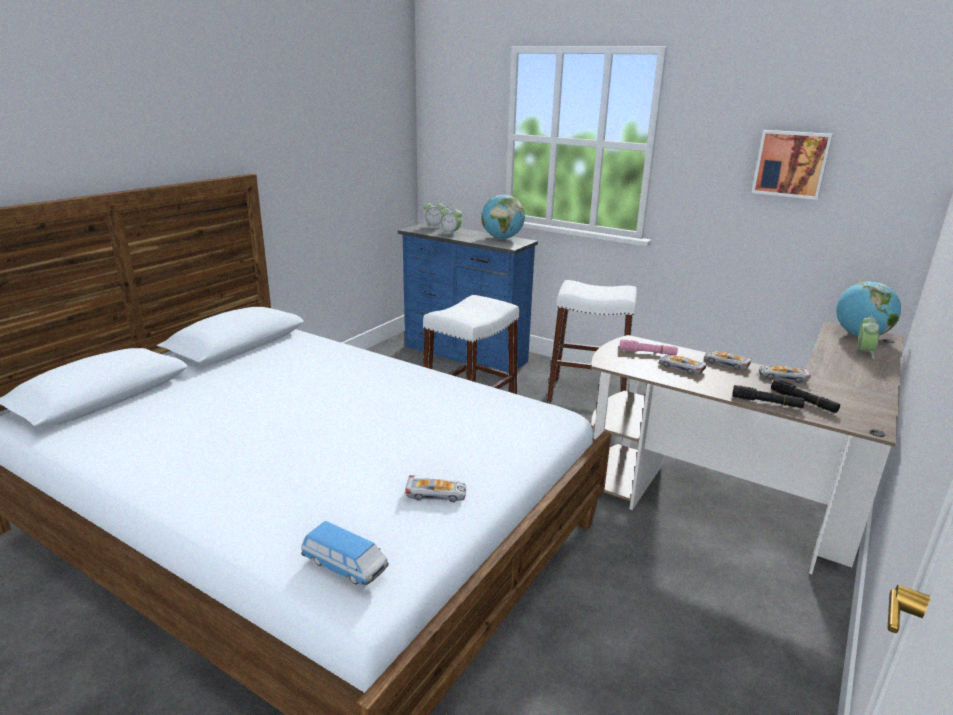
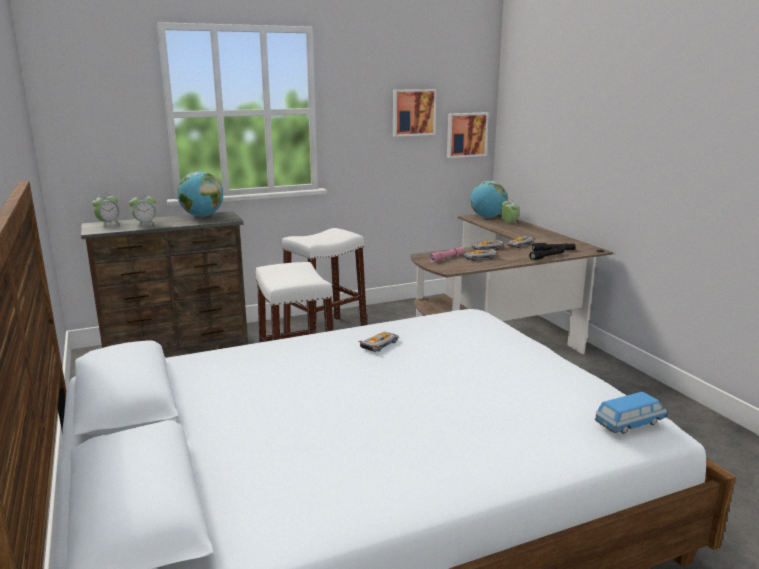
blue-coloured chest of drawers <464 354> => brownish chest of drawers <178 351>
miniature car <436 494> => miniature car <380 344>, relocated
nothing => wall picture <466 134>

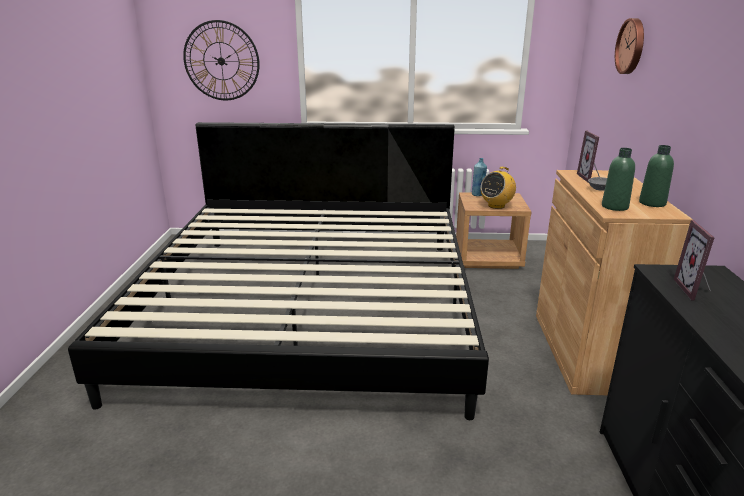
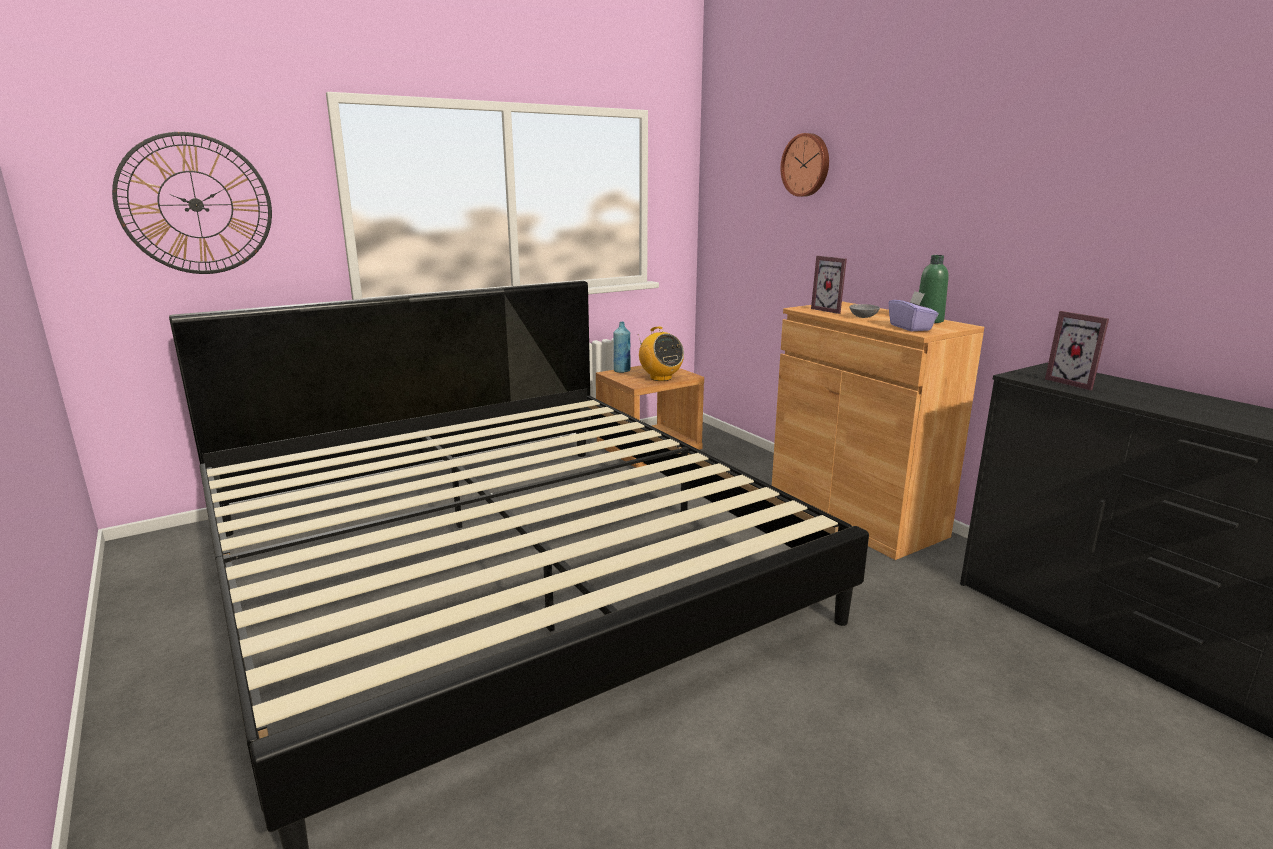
green bottle <614 207> => purple box of tissues <910 328>
radio receiver <496 205> => radio receiver <660 378>, 45 degrees counterclockwise

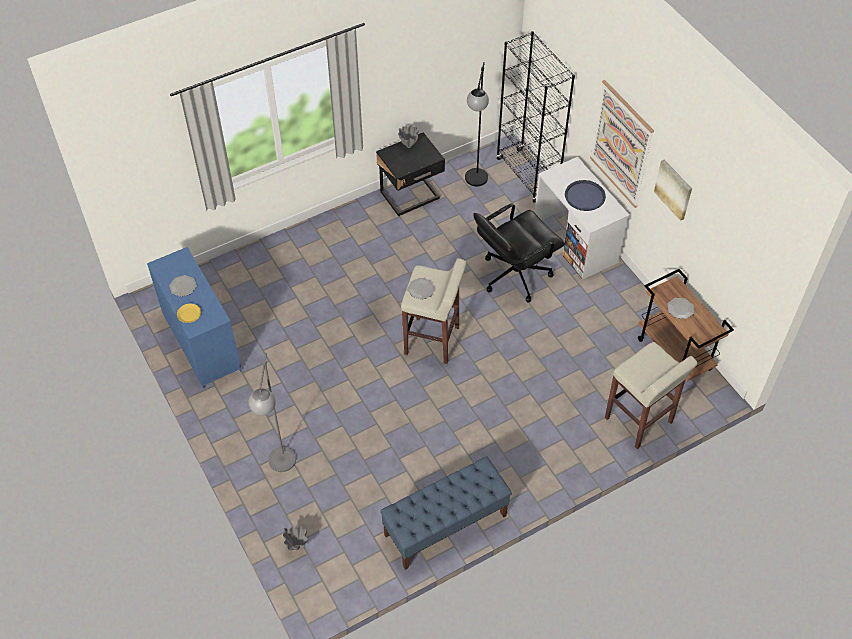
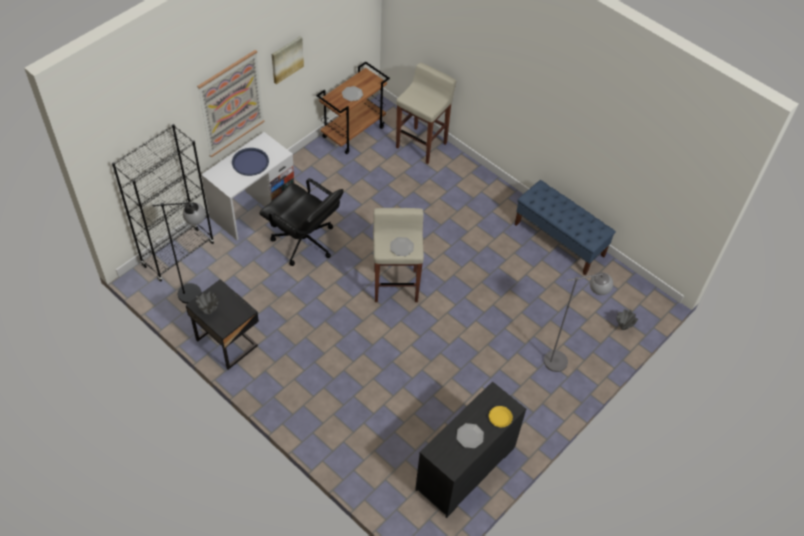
blue-coloured chest of drawers <201 343> => blackish chest of drawers <466 469>

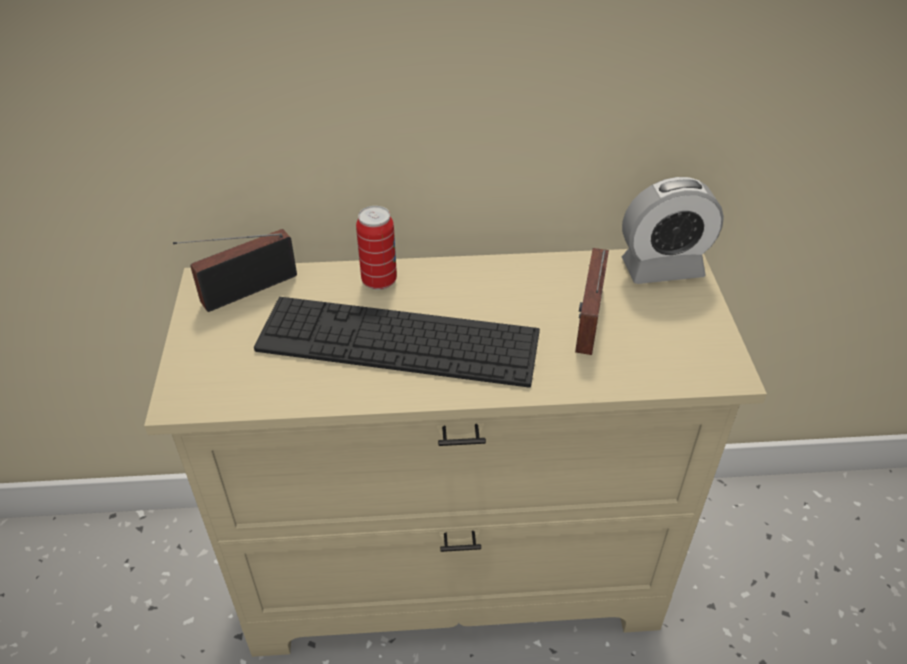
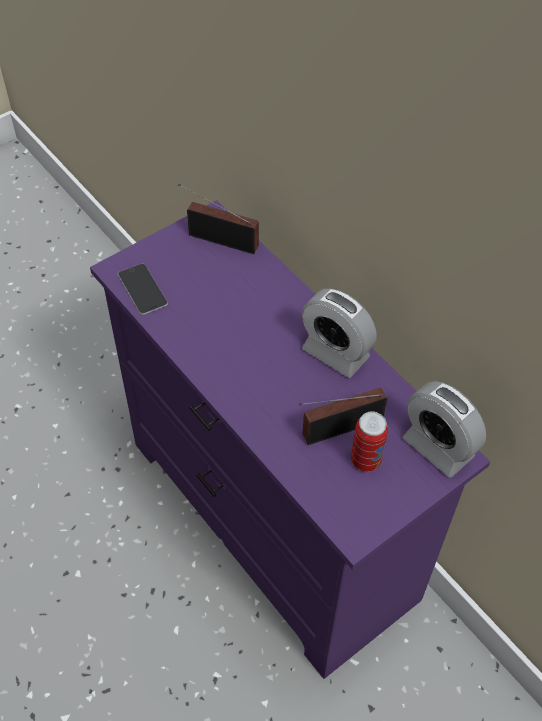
metal can <379 281> => metal can <365 460>, relocated
beige-coloured chest of drawers <455 571> => purple chest of drawers <272 520>
keyboard <398 341> => nothing
nothing => handset <142 289>
nothing => bedside clock <335 353>

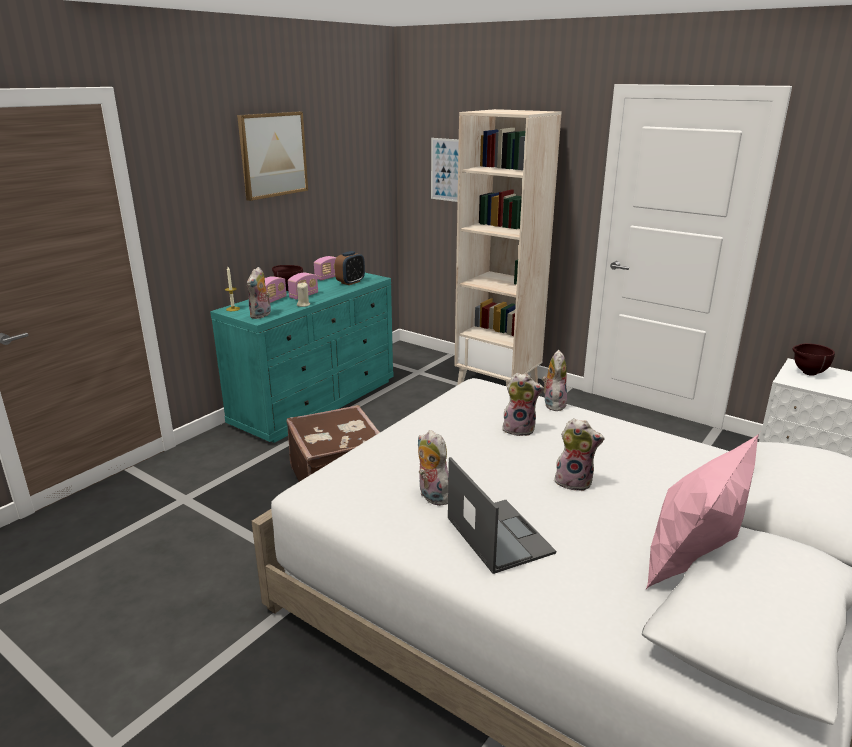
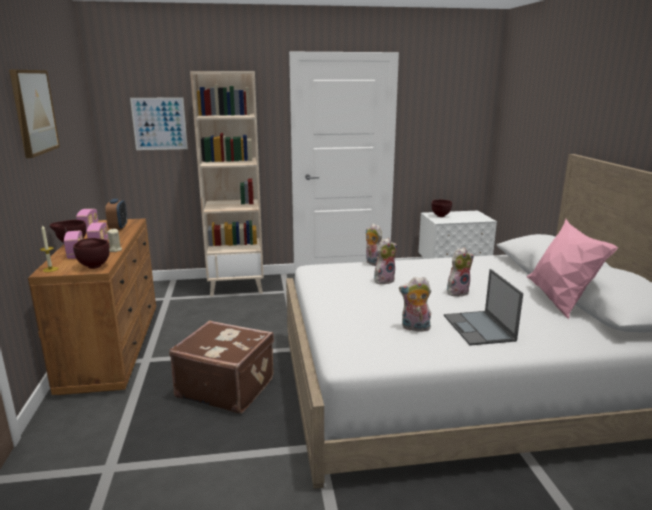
cuddly toy <261 315> => brownish serving bowl <94 266>
turquoise-coloured chest of drawers <316 401> => brownish chest of drawers <113 347>
notebook computer <498 534> => notebook computer <479 328>, 120 degrees counterclockwise

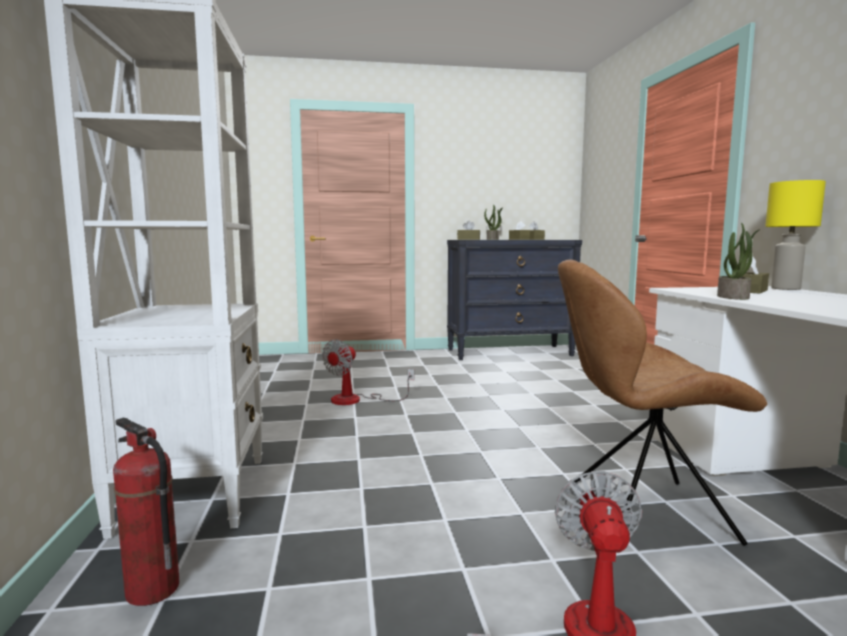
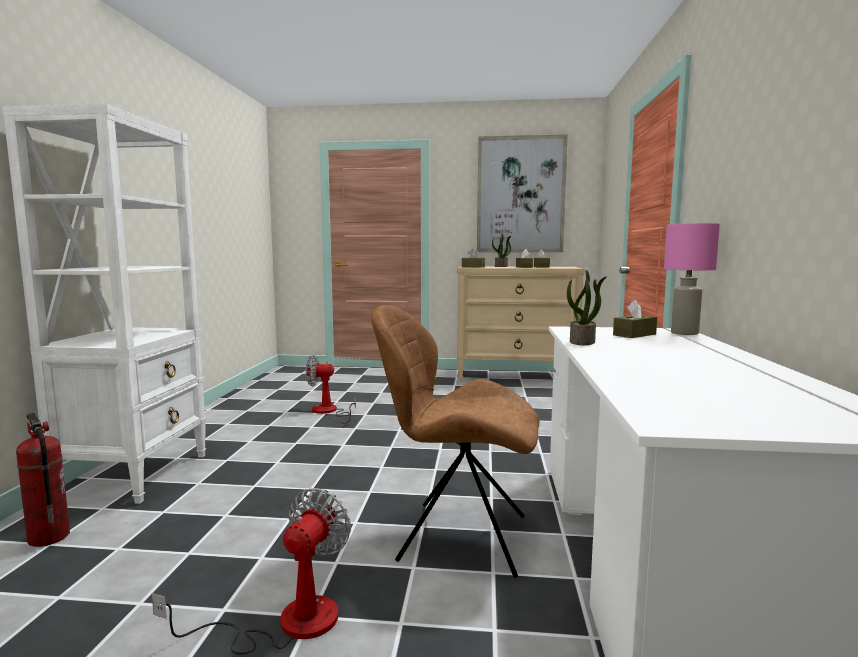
yellowish table lamp <785 289> => pink table lamp <684 333>
blackish chest of drawers <510 352> => beige-coloured chest of drawers <516 377>
electric fan <357 400> => electric fan <328 412>, 45 degrees clockwise
nothing => wall picture <520 195>

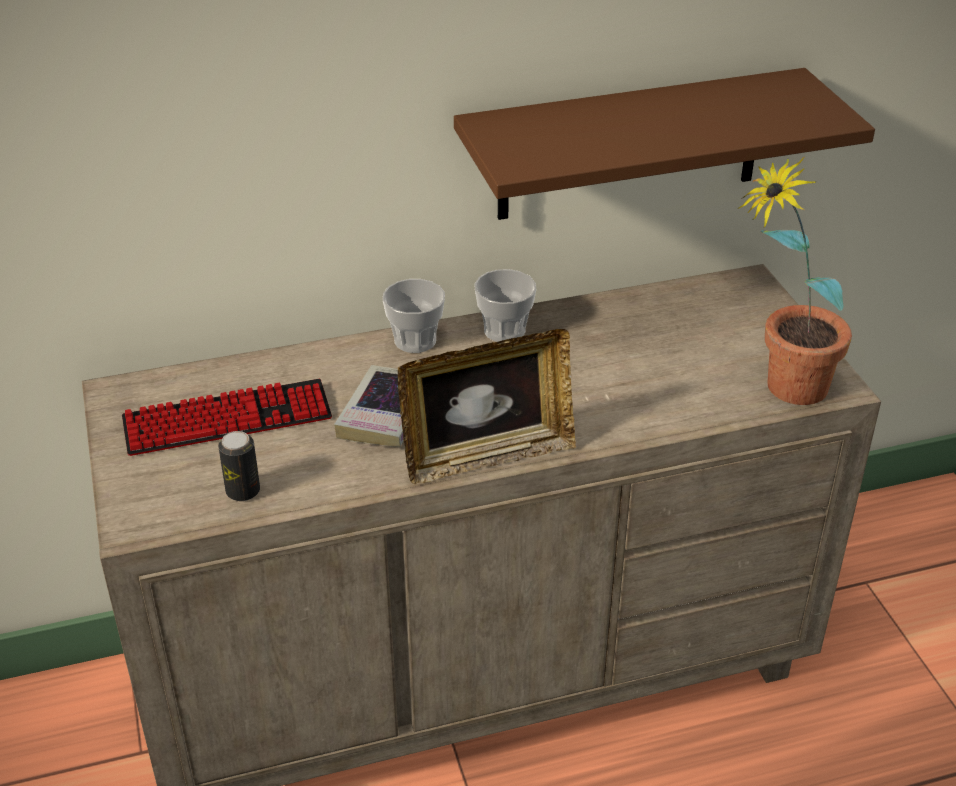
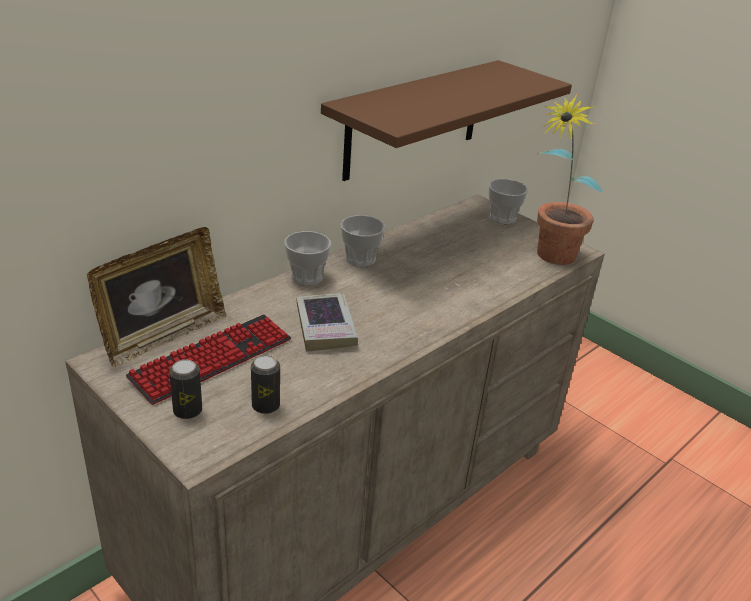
standing frame <487 456> => standing frame <163 336>, relocated
nothing => small cup <502 218>
nothing => metal can <187 411>

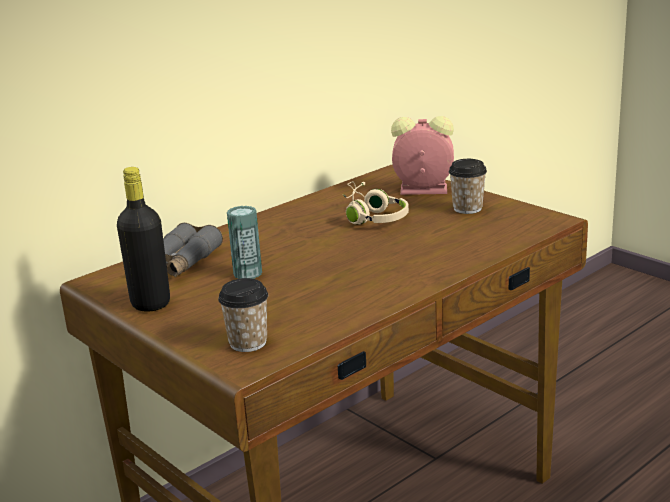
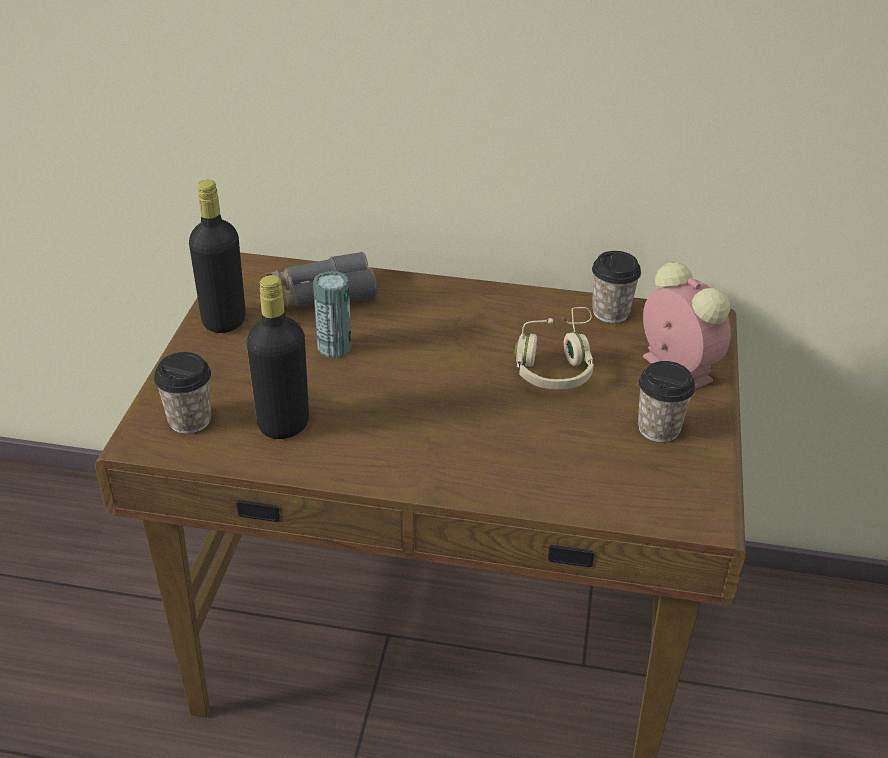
nothing => small cup <610 312>
nothing => blackish bottle <283 425>

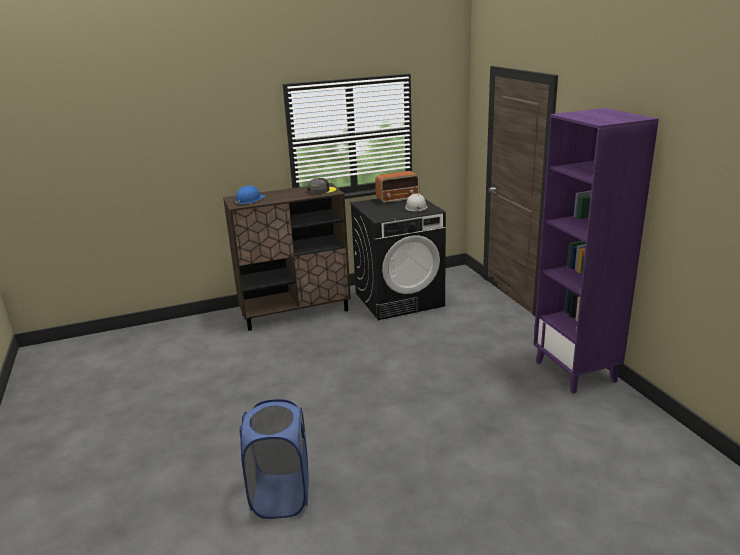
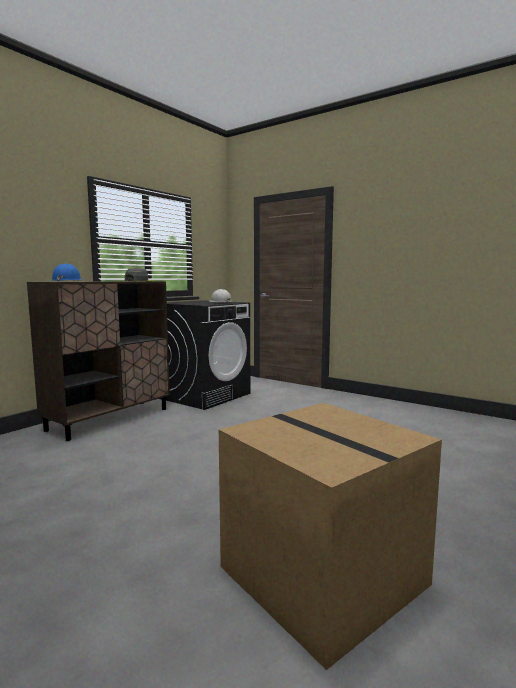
purple bookshelf <576 371> => nothing
radio receiver <398 199> => nothing
blue-coloured hamper <281 496> => packing box <319 575>

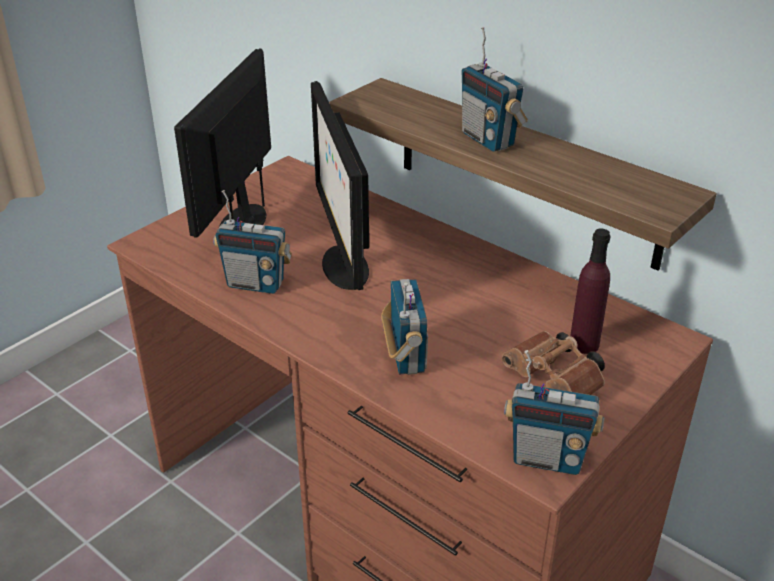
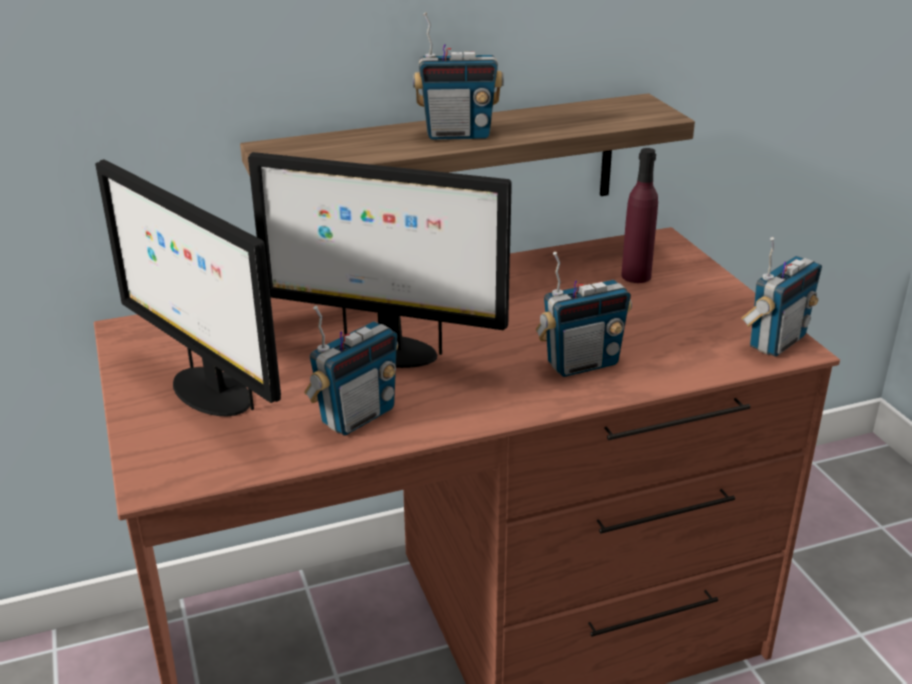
radio receiver <406 357> => radio receiver <582 364>, 135 degrees clockwise
brownish field glasses <556 382> => nothing

